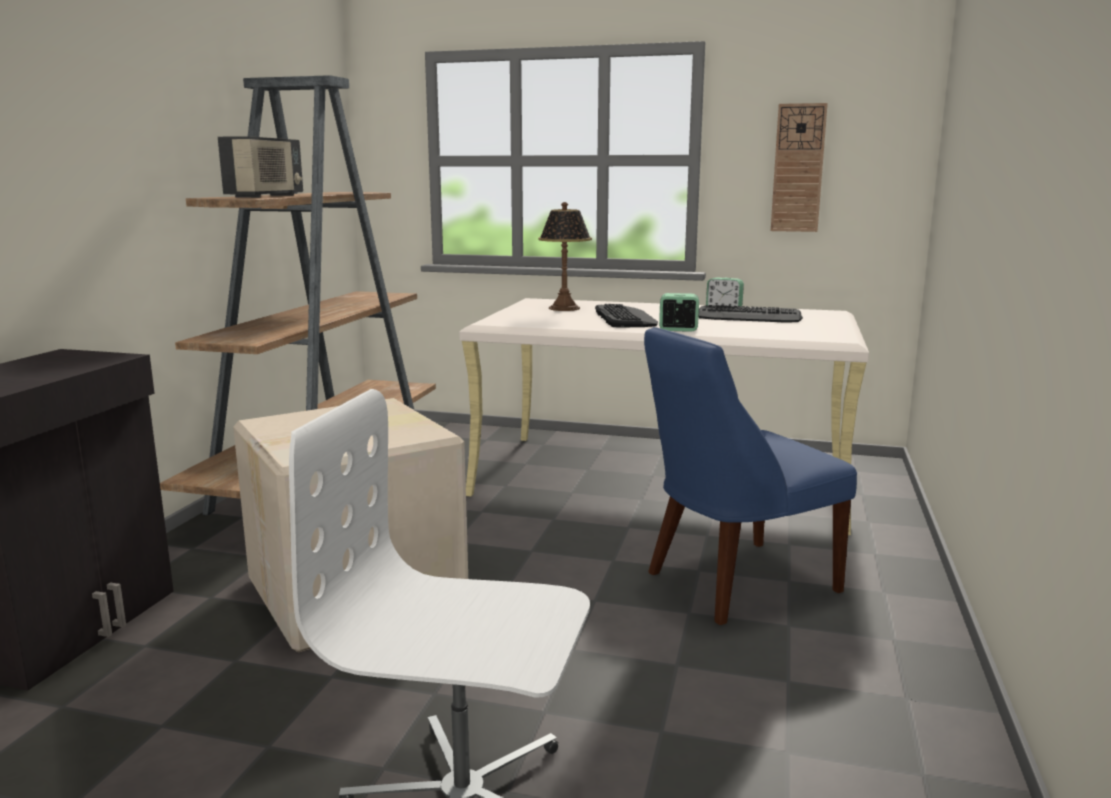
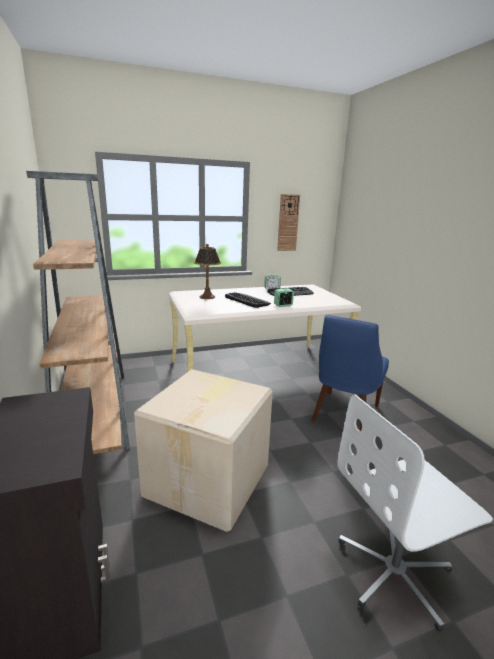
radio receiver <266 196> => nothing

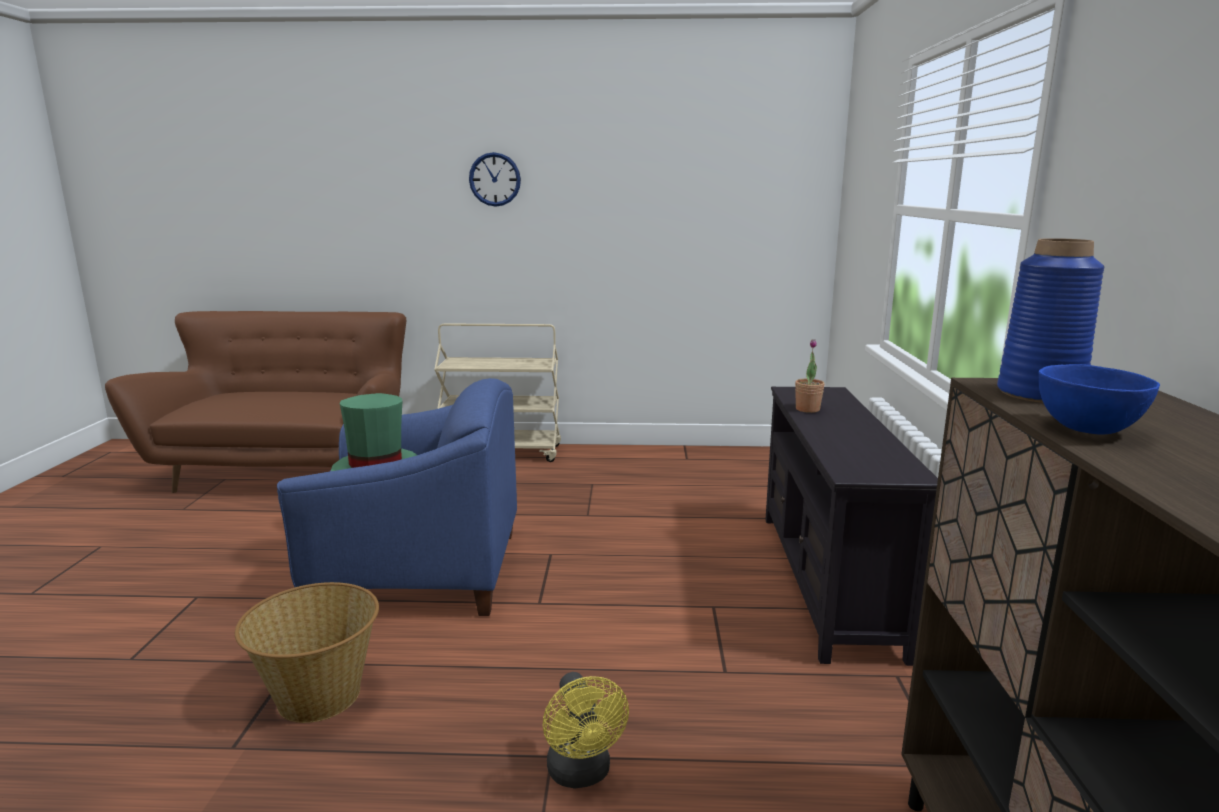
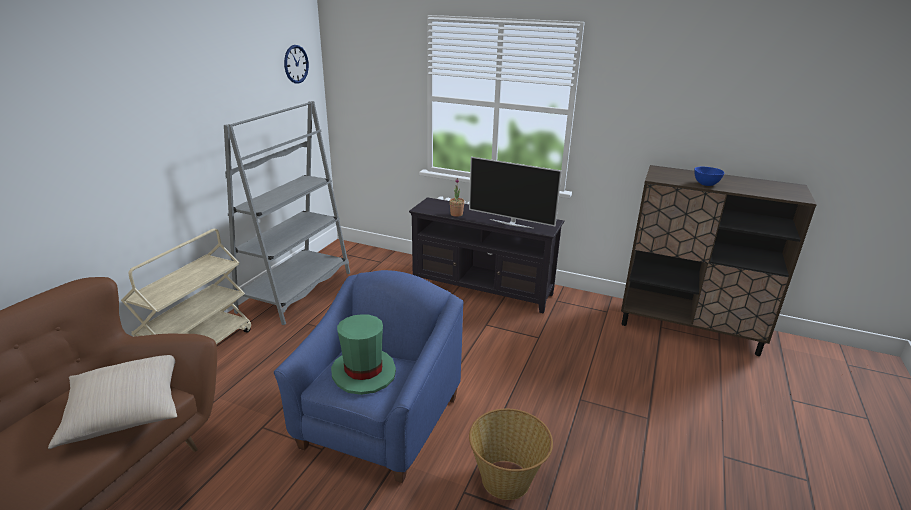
clock on the wall <495 179> => clock on the wall <296 64>, relocated
blue-coloured vase <1039 393> => nothing
yellowish electric fan <582 774> => nothing
nothing => grey bookshelf <296 292>
nothing => television <511 223>
nothing => beige-coloured pillow <125 411>

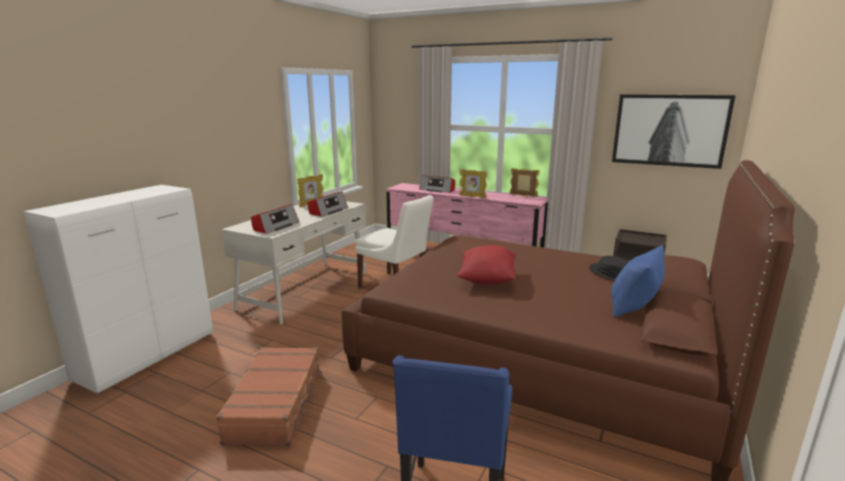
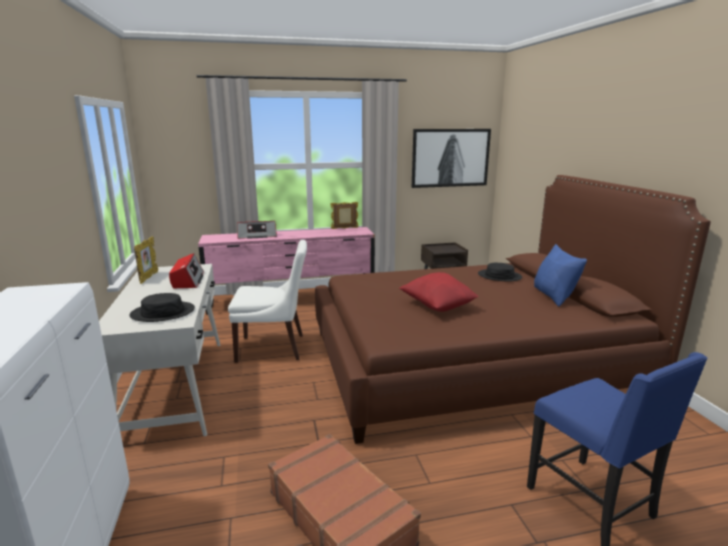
standing frame <472 197> => nothing
radio receiver <275 226> => blackish hat <163 313>

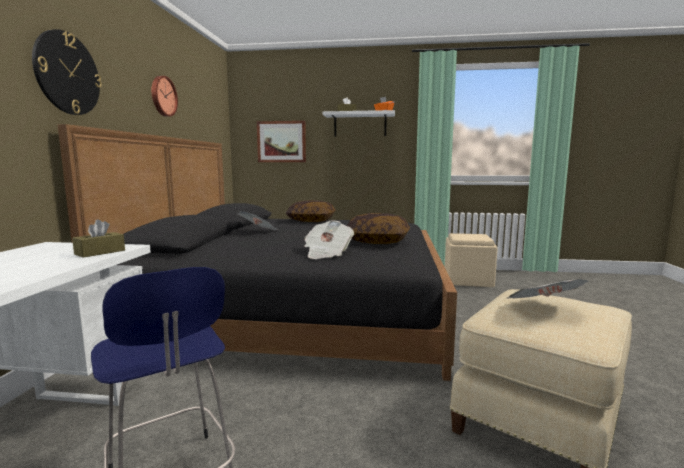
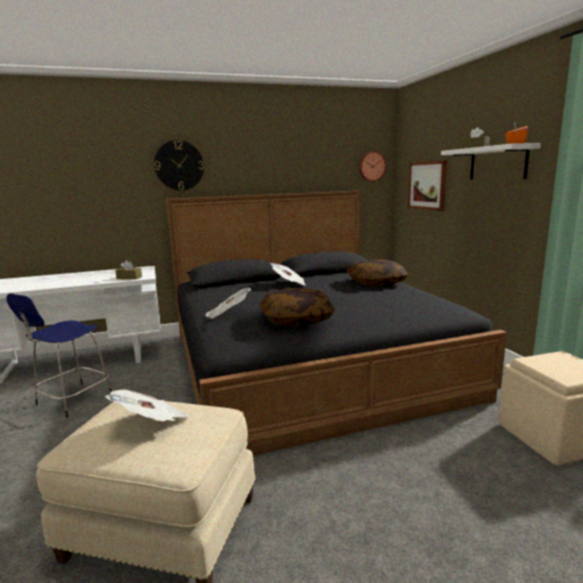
clock on the wall <163 96> => clock on the wall <371 166>, relocated

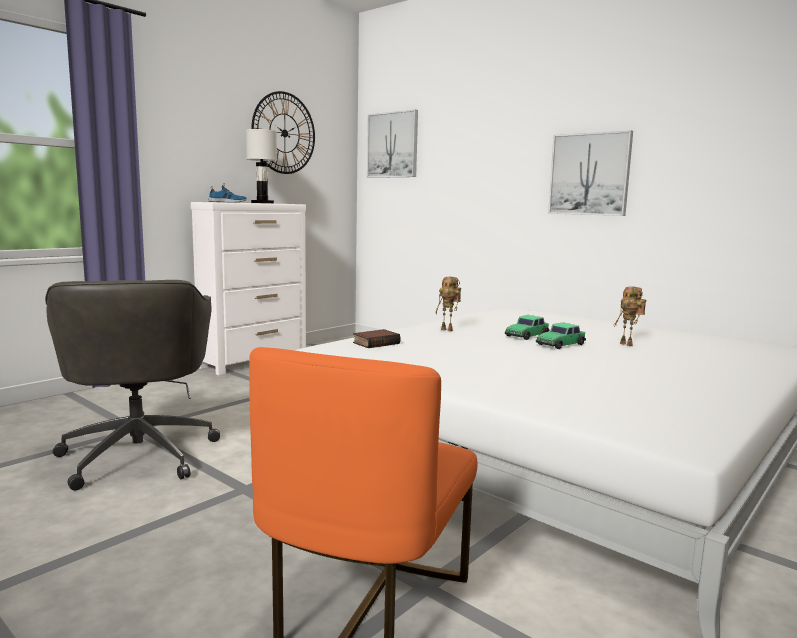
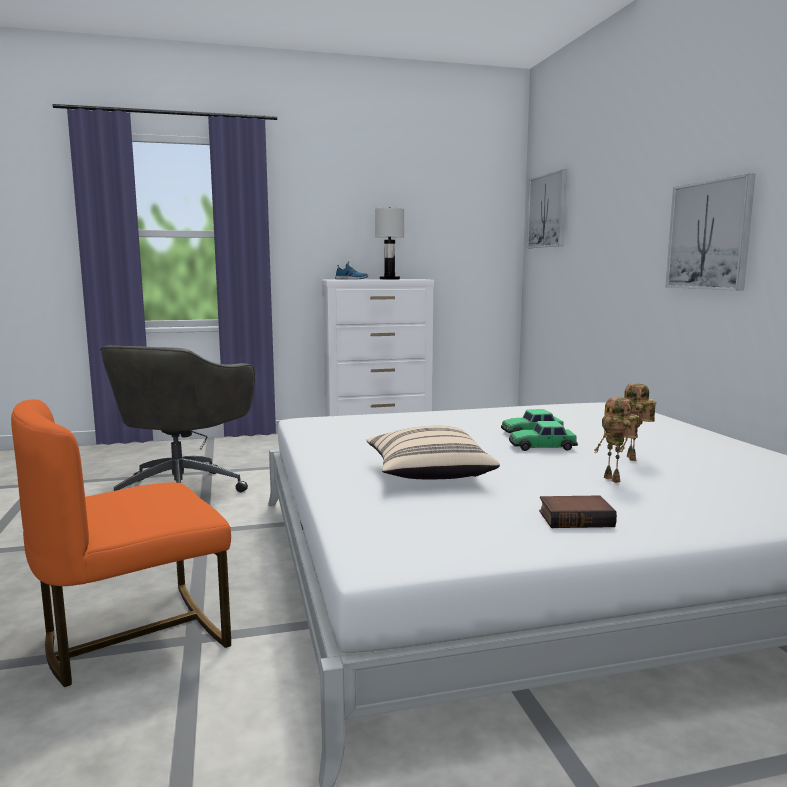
clock on the wall <284 133> => nothing
toy robot <448 330> => toy robot <614 479>, relocated
bound book <376 343> => bound book <576 518>, relocated
nothing => beige-coloured pillow <428 474>

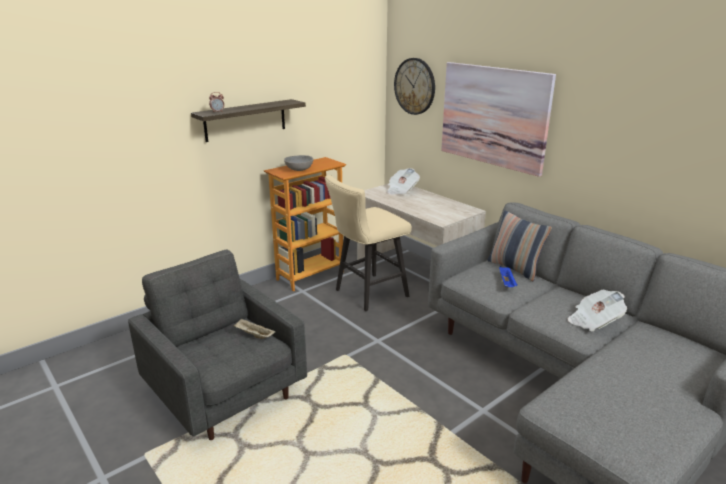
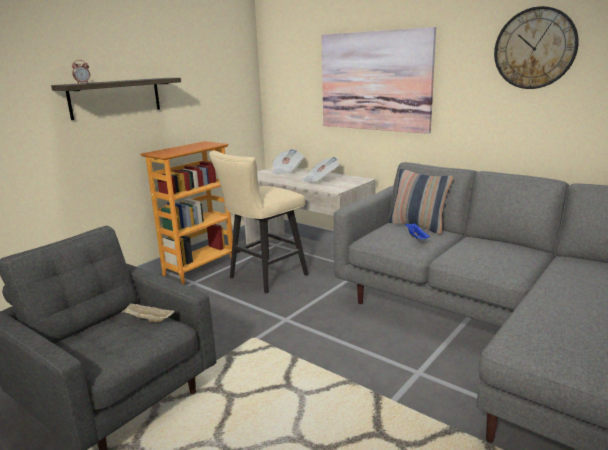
clock on the wall <415 86> => clock on the wall <535 48>, relocated
grey serving bowl <299 169> => nothing
printed paper <594 321> => printed paper <320 180>, relocated

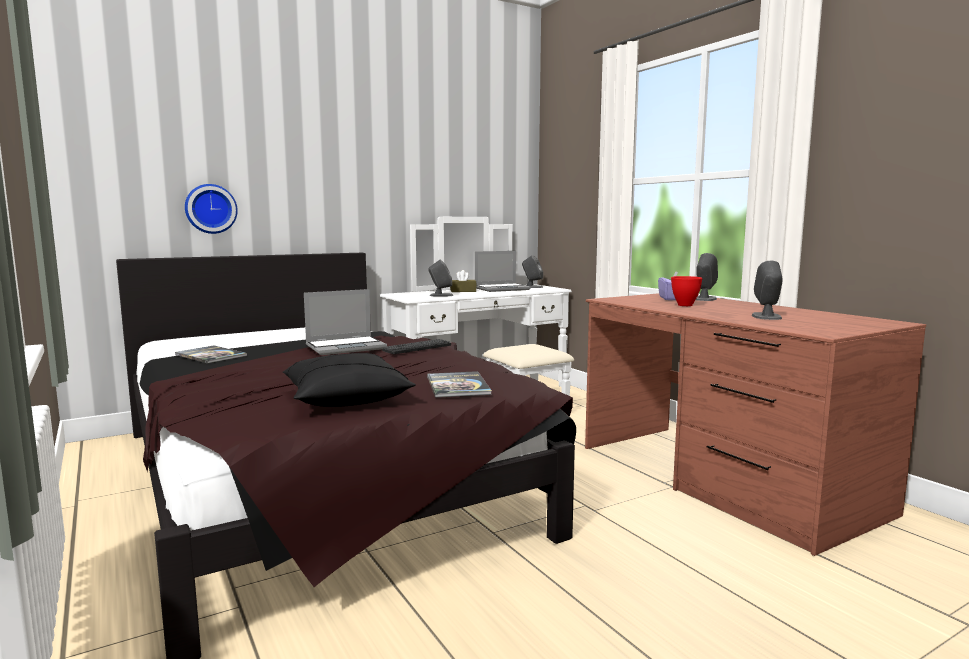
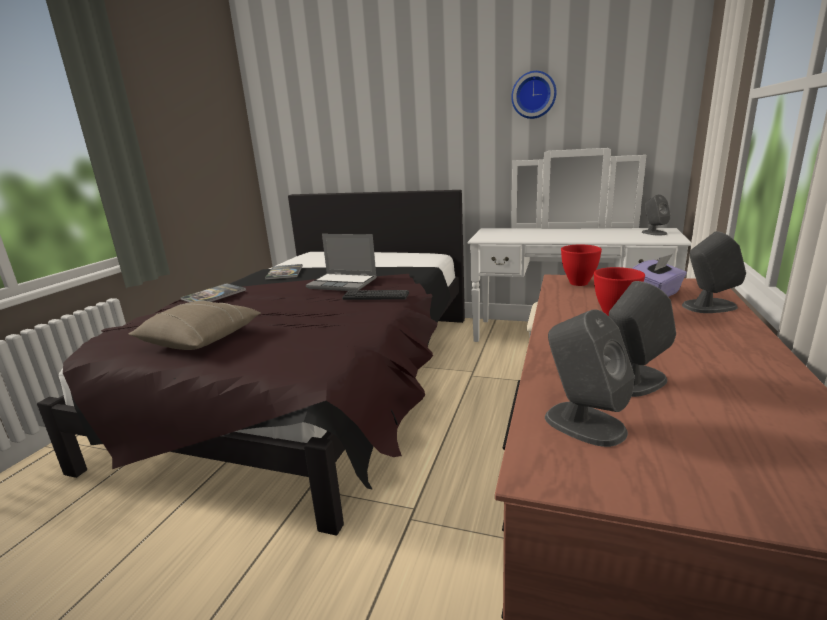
clock on the wall <210 209> => clock on the wall <533 95>, relocated
notebook computer <502 289> => nothing
grey loudspeaker <441 295> => grey loudspeaker <583 423>, relocated
brownish box of tissues <463 291> => nothing
blackish pillow <346 399> => beige-coloured pillow <201 339>
bound book <458 386> => bound book <214 295>, relocated
nothing => red serving bowl <577 283>

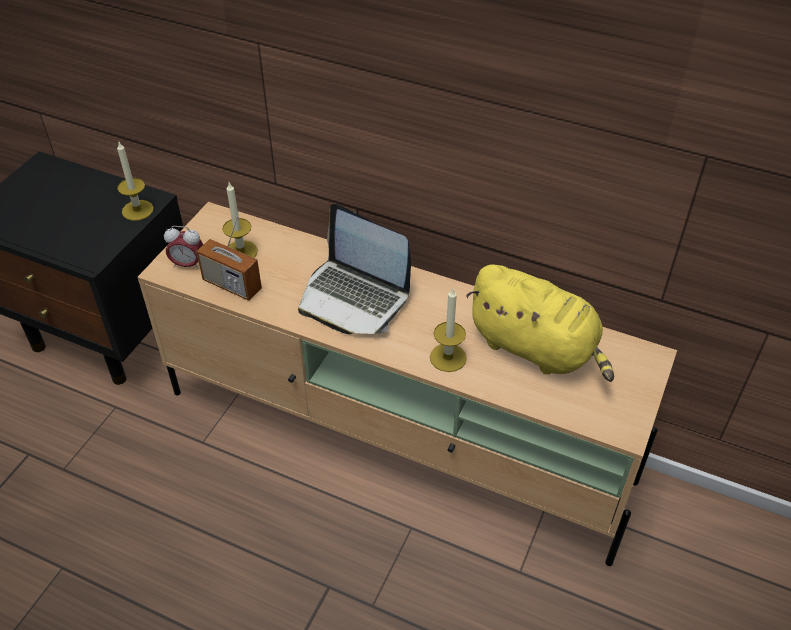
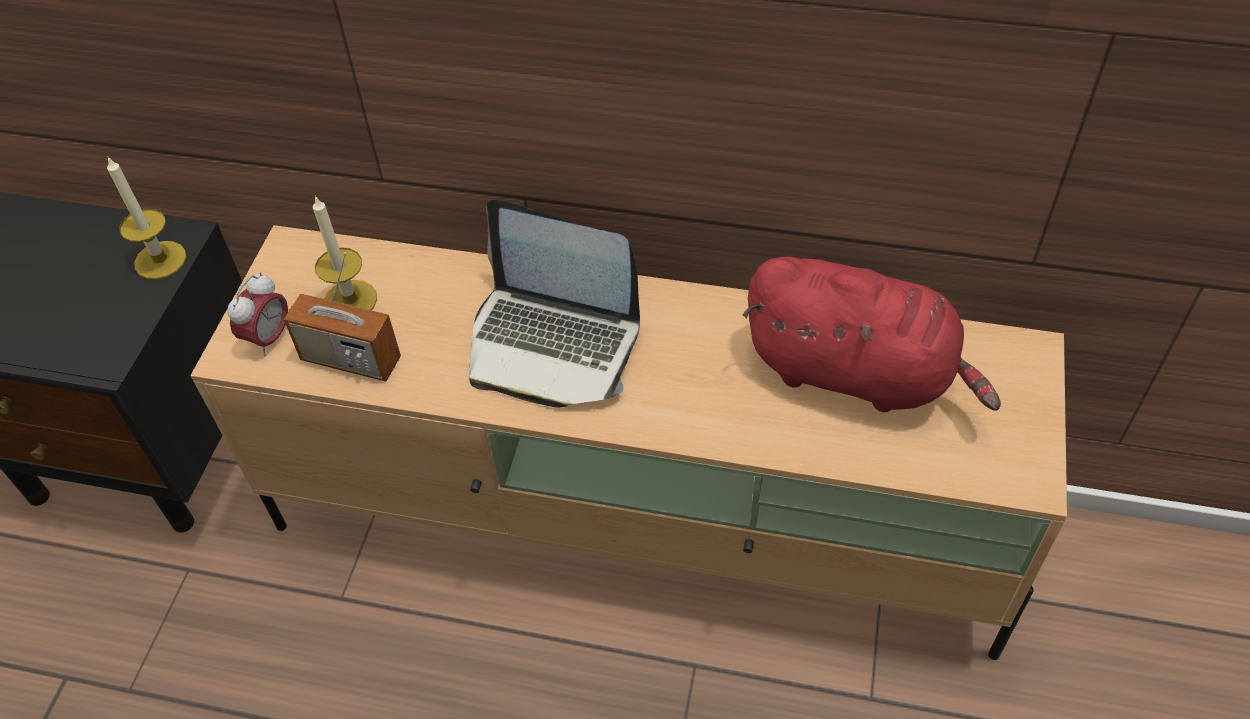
bedside clock <188 264> => bedside clock <269 338>, 60 degrees counterclockwise
yellowish cuddly toy <536 348> => red cuddly toy <857 372>
candle <448 357> => nothing

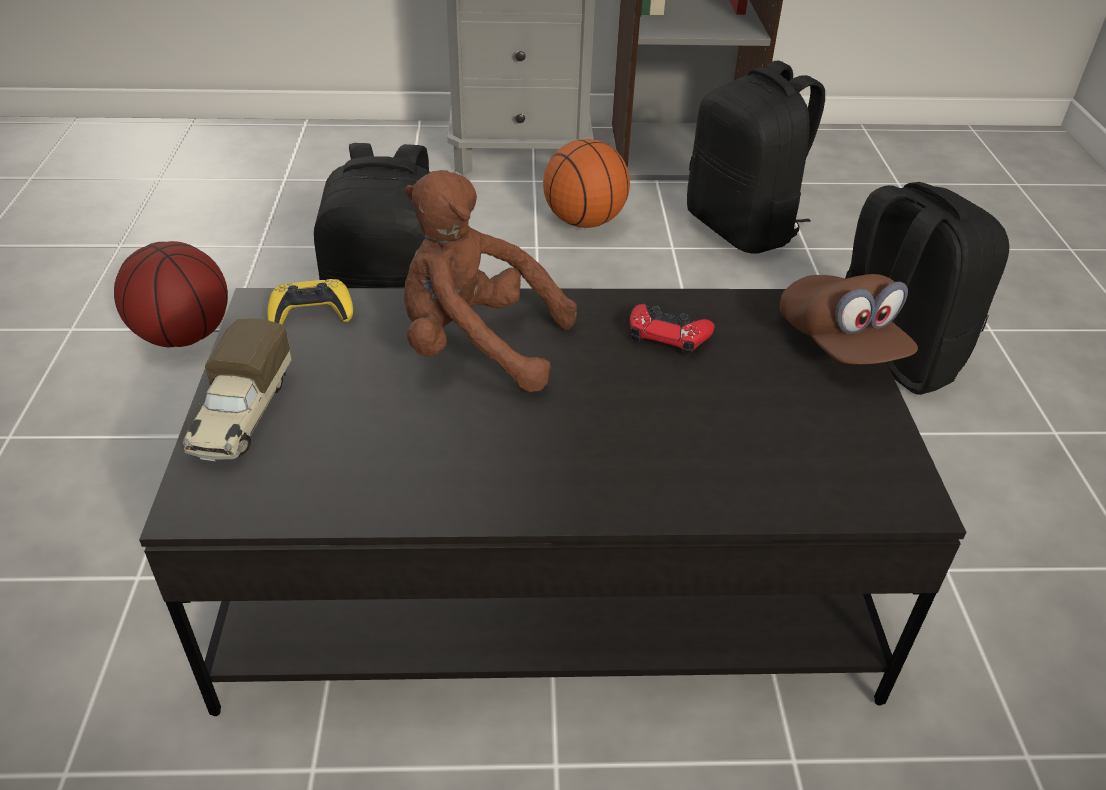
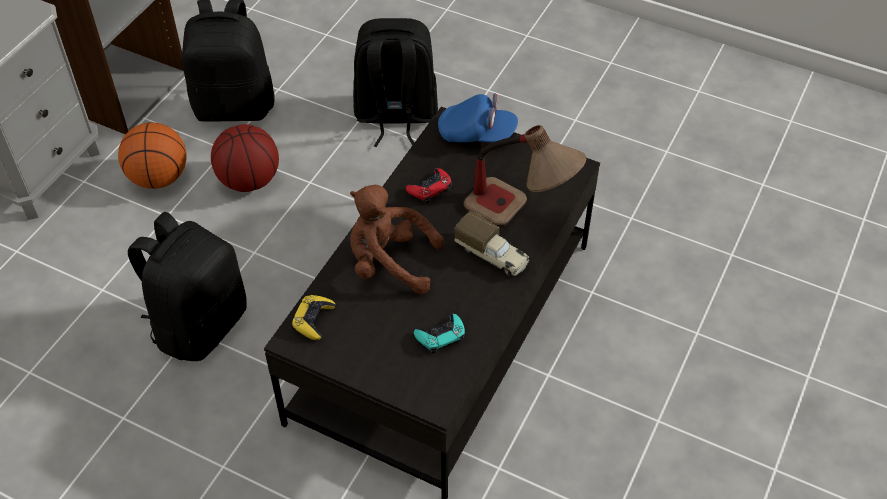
brownish cuddly toy <476 346> => brownish cuddly toy <389 263>, 60 degrees clockwise
basketball <183 336> => basketball <250 181>, relocated
brownish cap <840 345> => blue-coloured cap <477 134>
toy truck <241 416> => toy truck <492 255>, relocated
nothing => table lamp <521 217>
nothing => turquoise-coloured game controller <441 336>

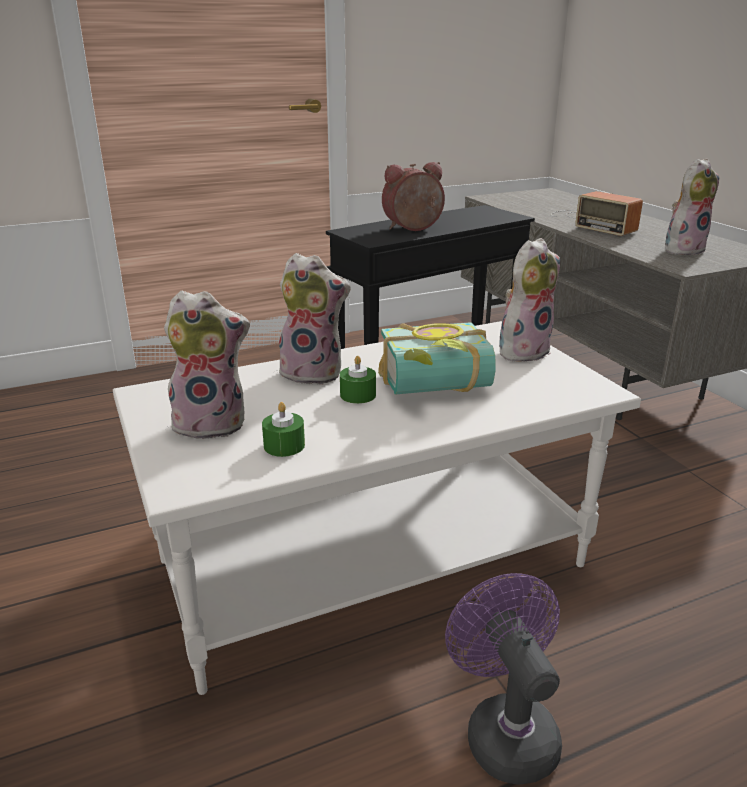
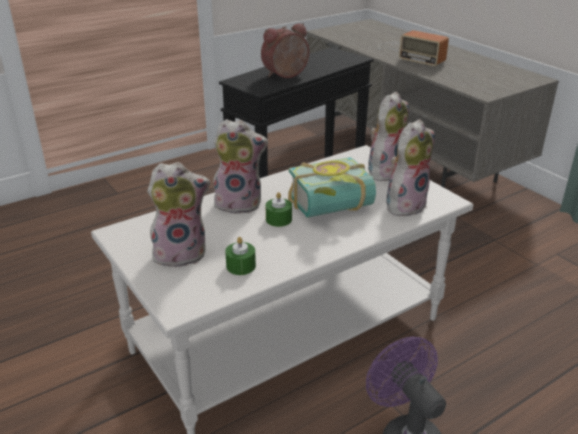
cuddly toy <683 249> => cuddly toy <405 204>, relocated

